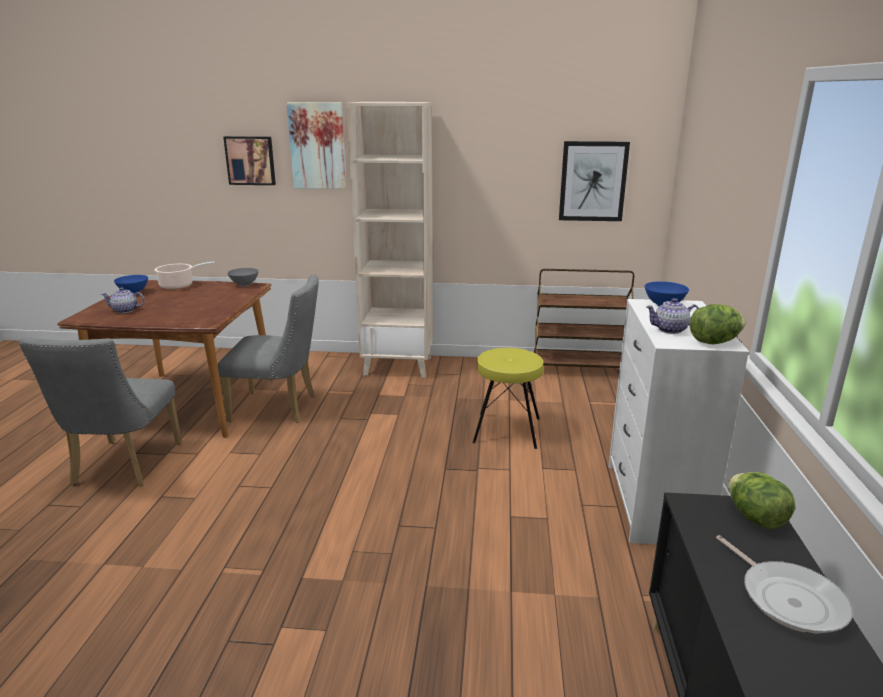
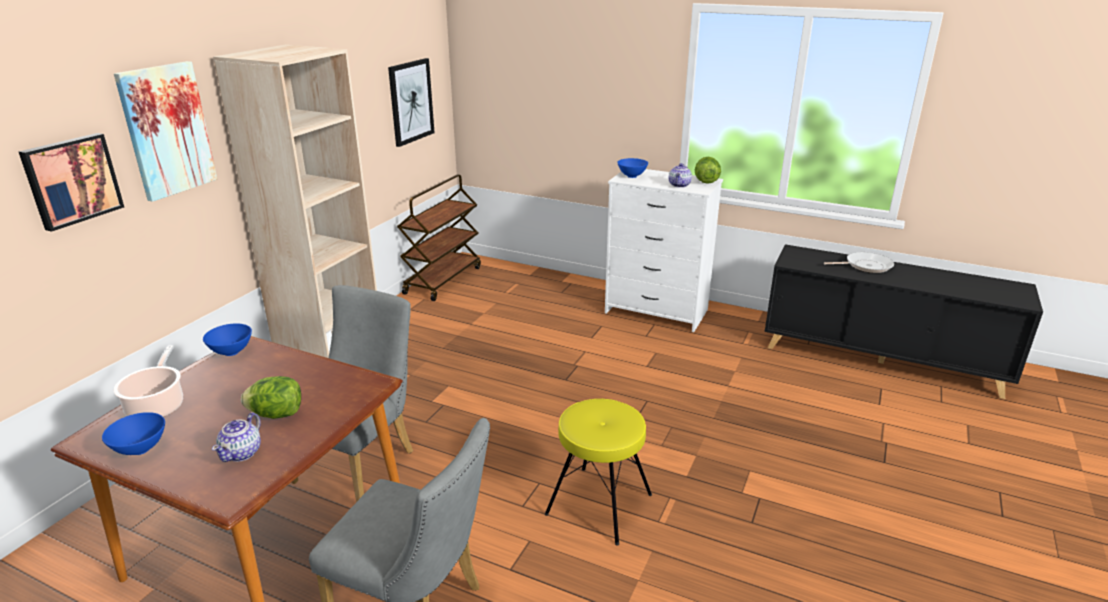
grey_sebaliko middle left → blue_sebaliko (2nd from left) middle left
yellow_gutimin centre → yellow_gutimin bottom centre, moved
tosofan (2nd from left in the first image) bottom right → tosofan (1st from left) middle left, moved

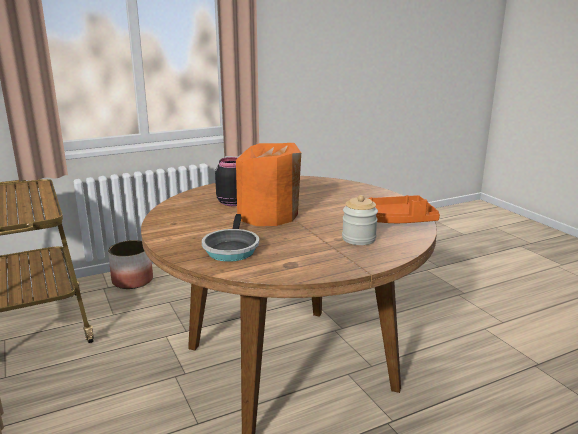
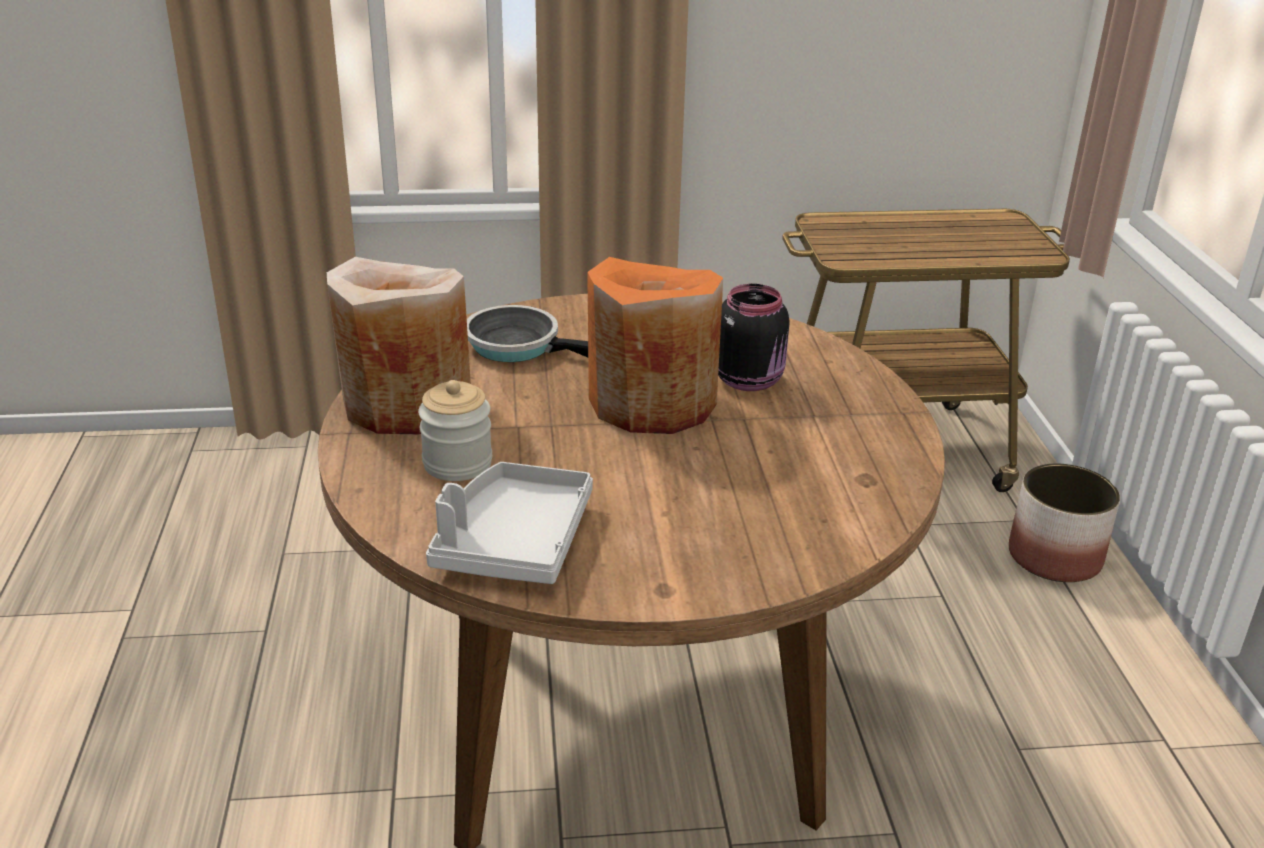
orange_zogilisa middle right → grey_zogilisa centre
- → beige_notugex middle left

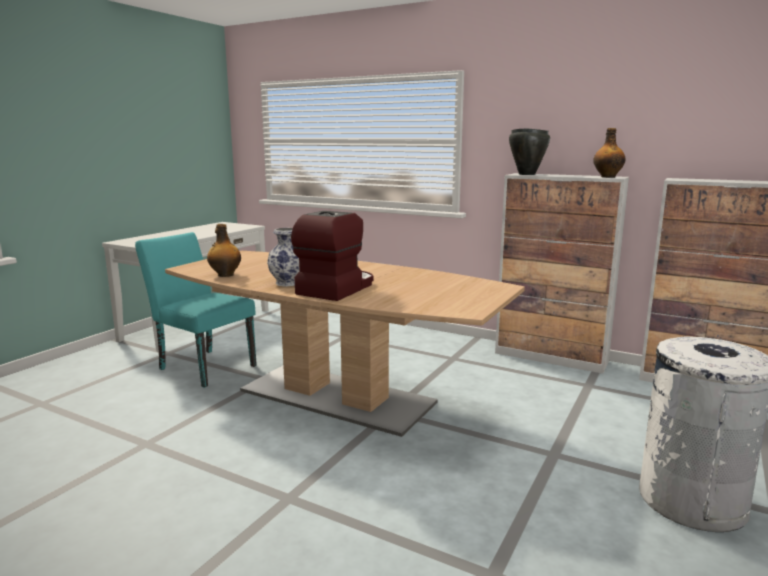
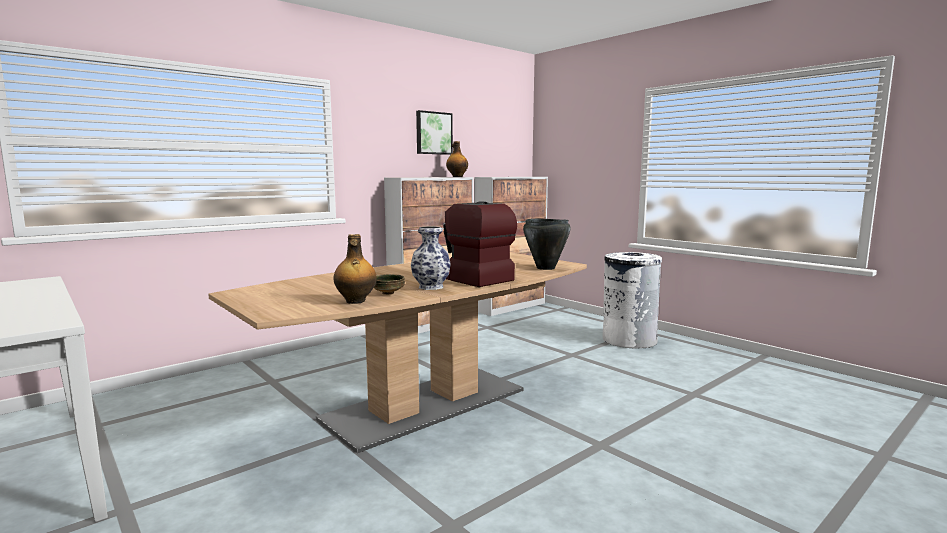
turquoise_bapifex middle left → -
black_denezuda top right → black_denezuda centre, moved
- → sebaliko centre
- → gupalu top centre

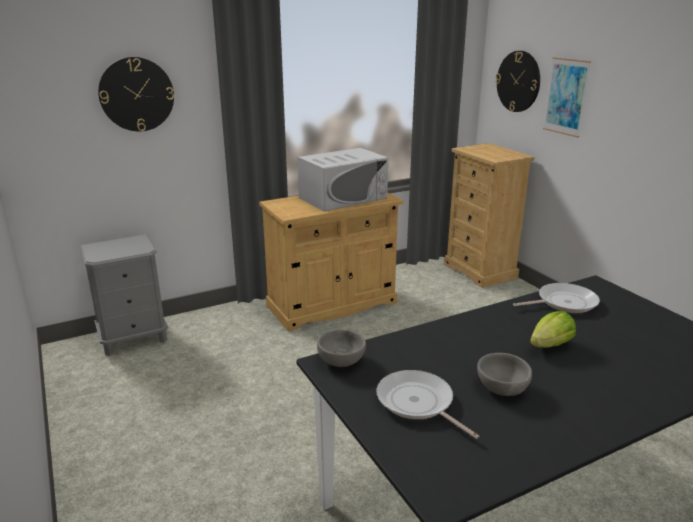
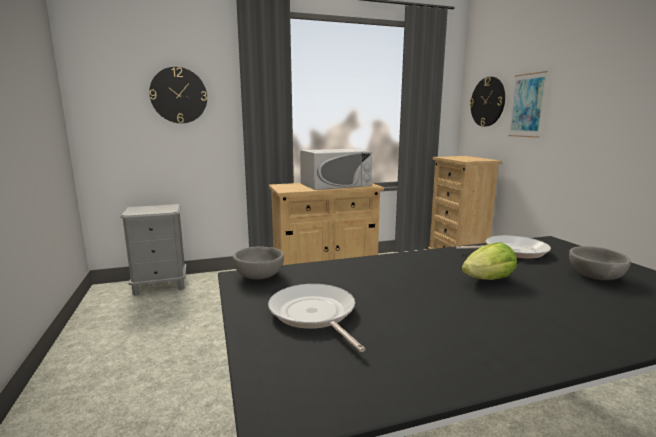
grey_sebaliko (2nd from left) bottom right → grey_sebaliko (2nd from left) middle right, moved

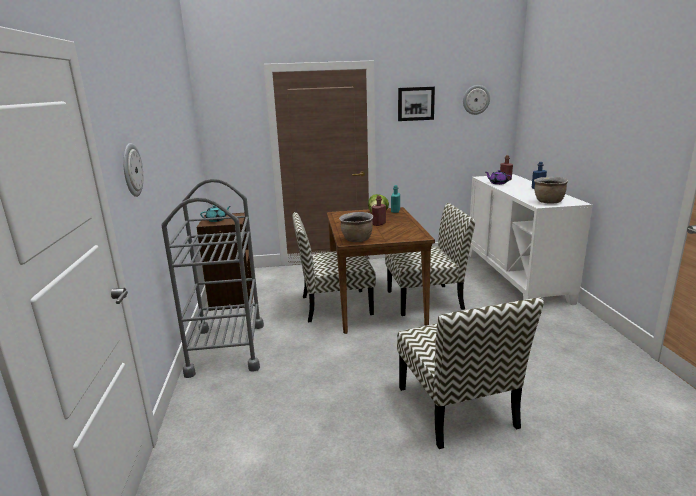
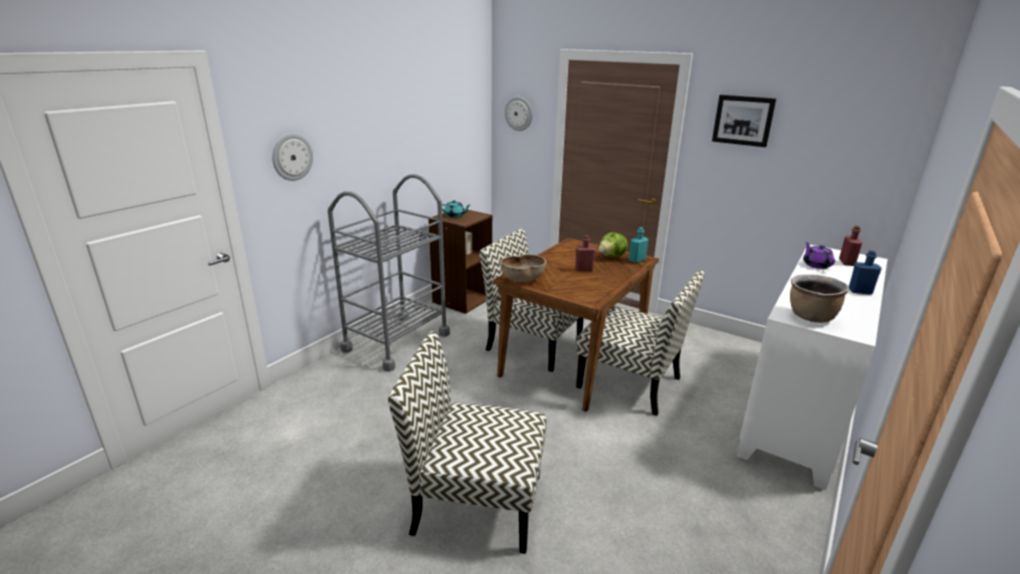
brown_denezuda (1st from left) centre → brown_sebaliko centre
bapifex (3rd from left in the first image) bottom right → bapifex (1st from left) bottom centre, 75 degrees clockwise
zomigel (2nd from left) top right → zomigel (2nd from left) top centre, moved

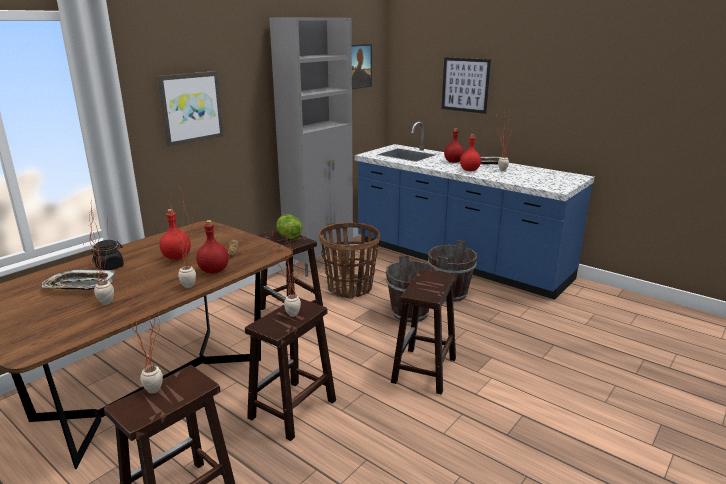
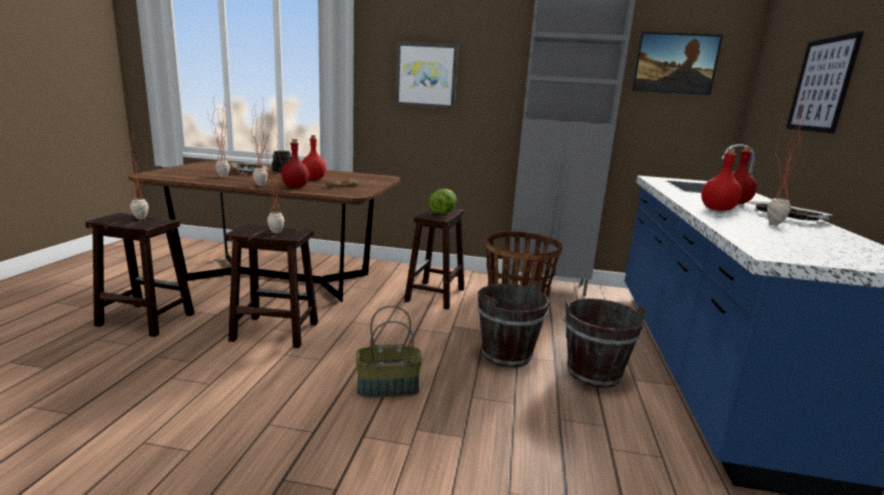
brown_gutimin (4th from left) bottom centre → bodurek (1st from left) bottom centre

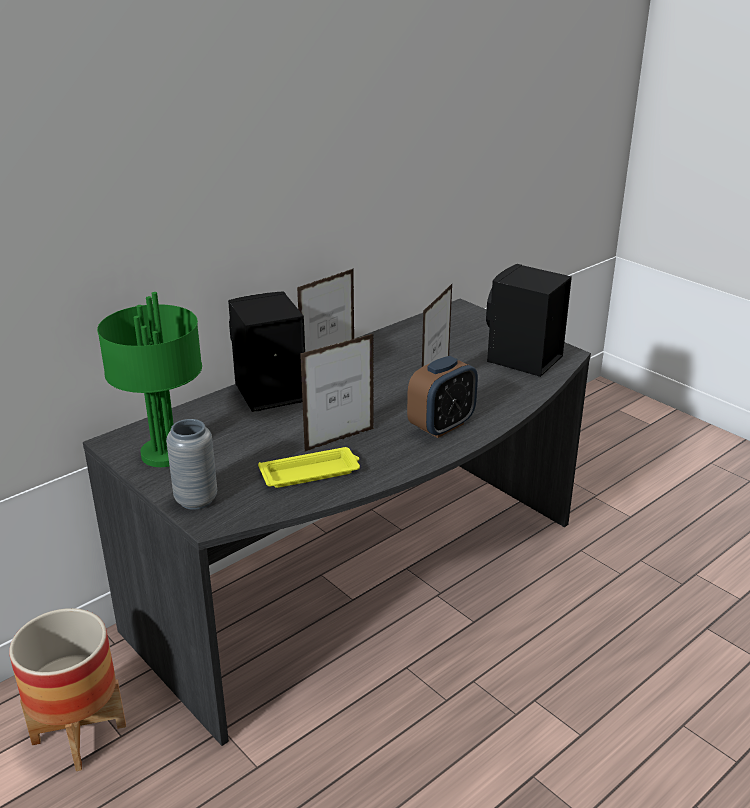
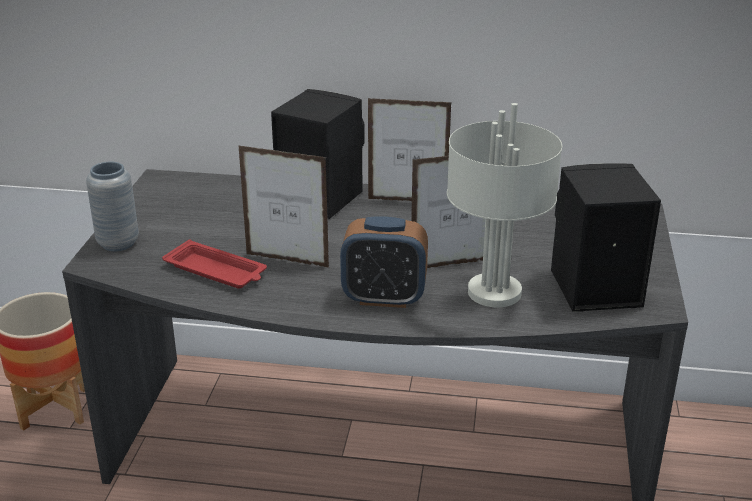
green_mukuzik middle left → -
yellow_zogilisa centre → red_zogilisa middle left
- → grey_mukuzik middle right

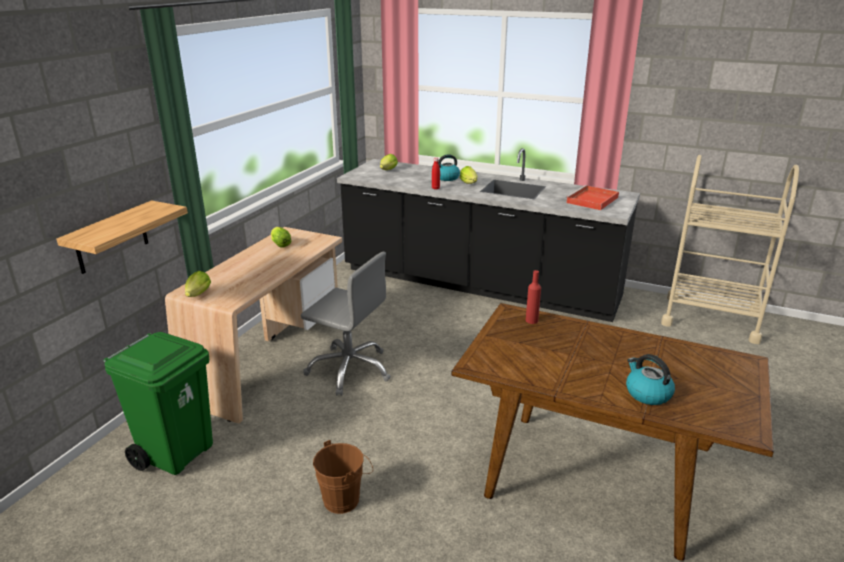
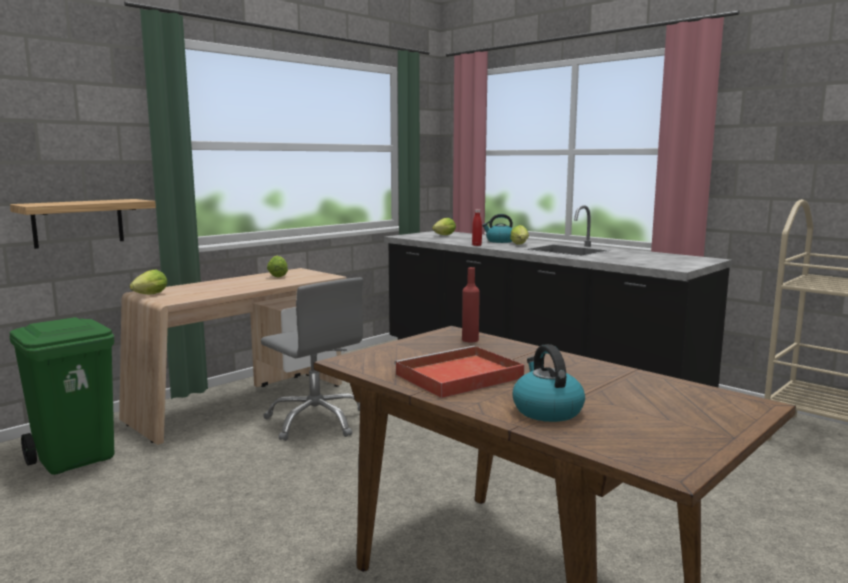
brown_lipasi bottom centre → -
red_zogilisa middle right → red_zogilisa centre, moved

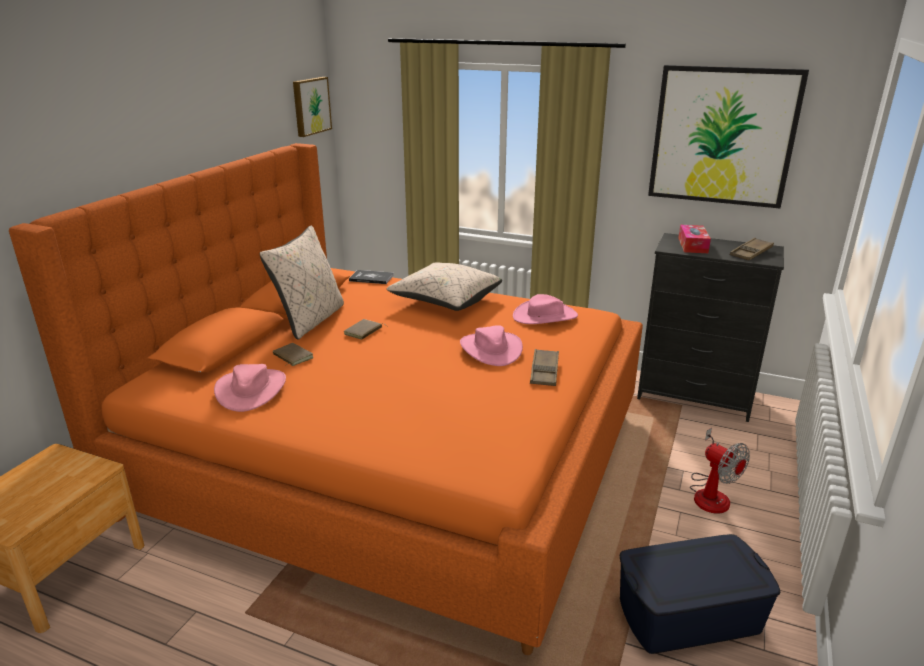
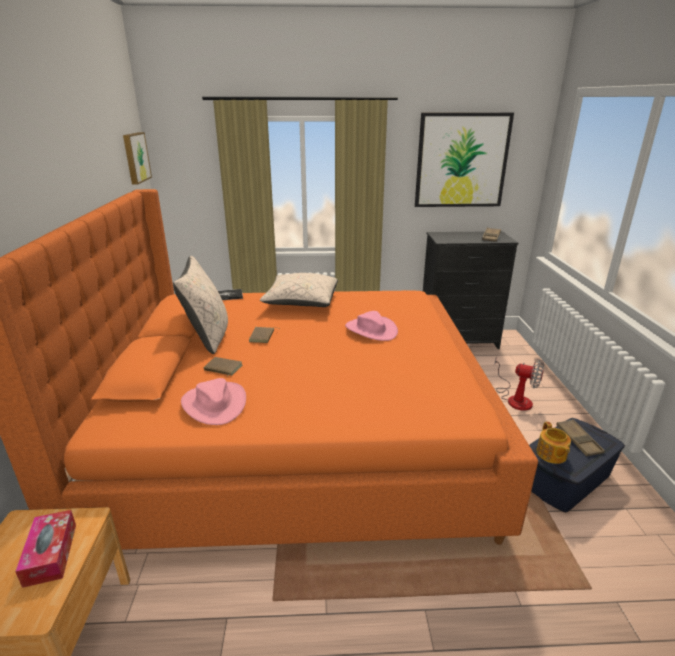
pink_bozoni (3rd from left) centre → -
brown_zogilisa (1st from left in the first image) centre → brown_zogilisa (2nd from left) bottom right, moved
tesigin middle right → tesigin bottom left, moved
- → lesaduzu bottom right

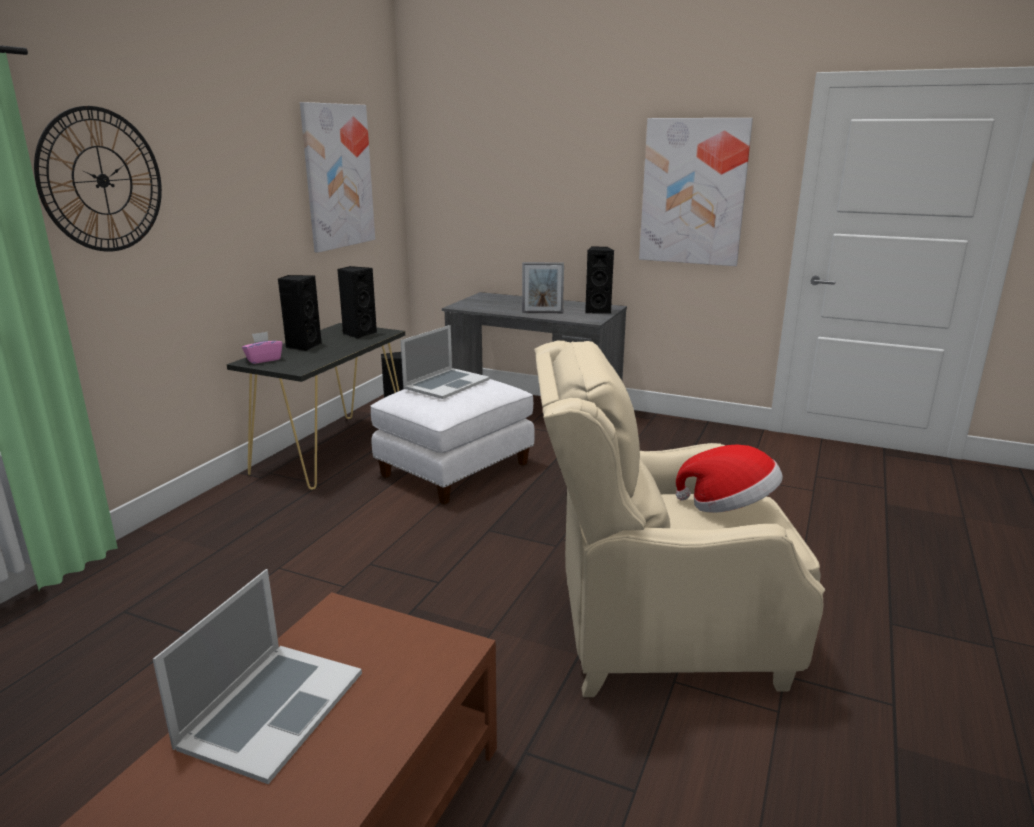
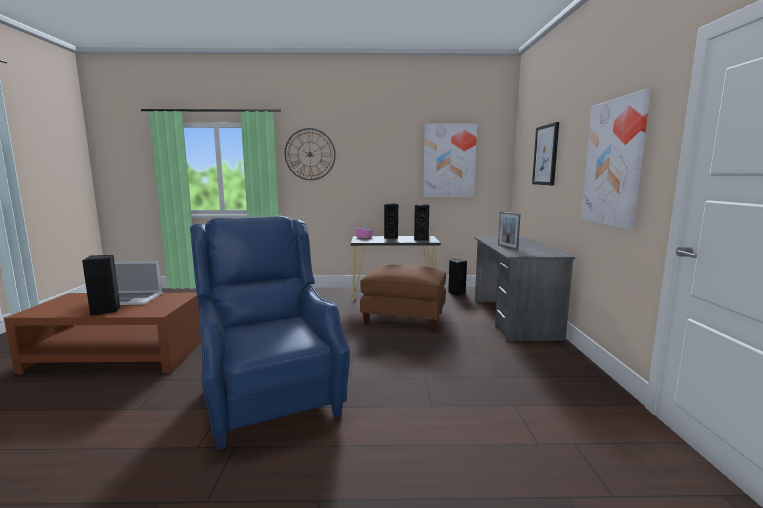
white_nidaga centre → brown_nidaga centre
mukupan (2nd from left) centre → -
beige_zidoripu centre → blue_zidoripu centre
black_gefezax (4th from left in the first image) centre → black_gefezax (1st from left) middle left, moved
bozoni middle right → -
- → gupalu (2nd from left) top right

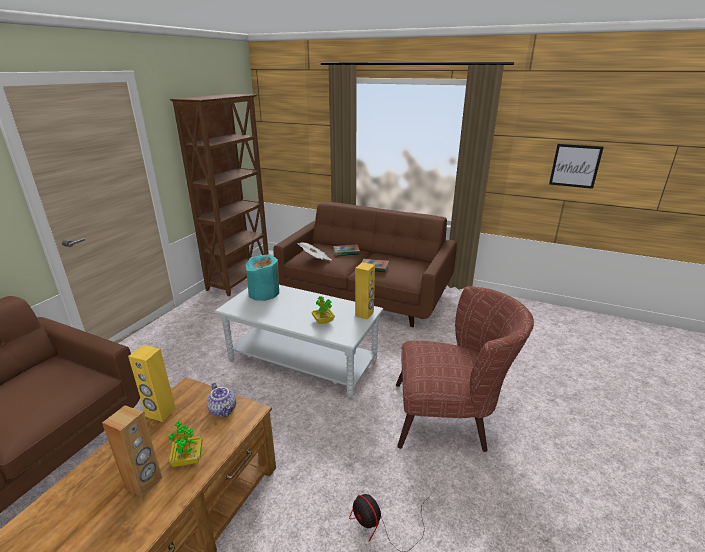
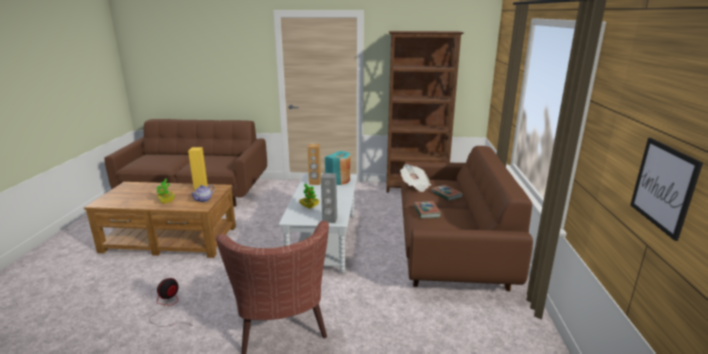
brown_gefezax bottom left → brown_gefezax centre, moved
yellow_gefezax (2nd from left) centre → grey_gefezax centre

